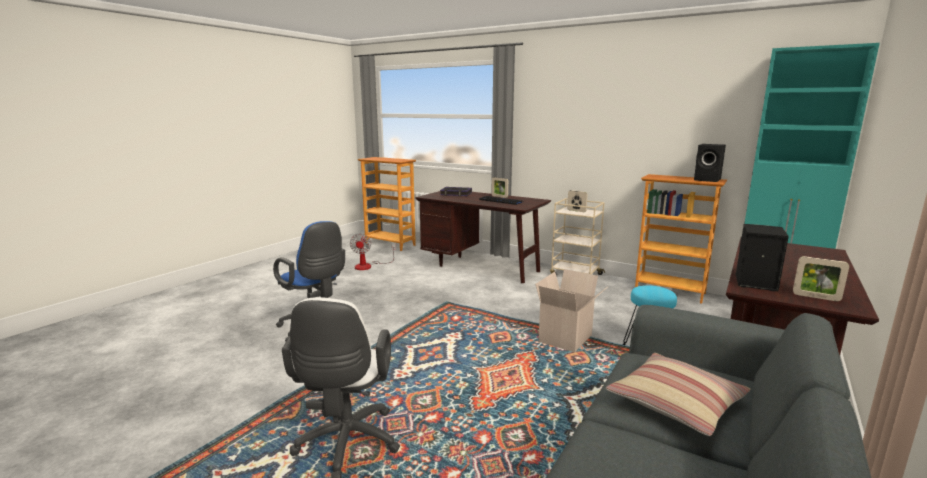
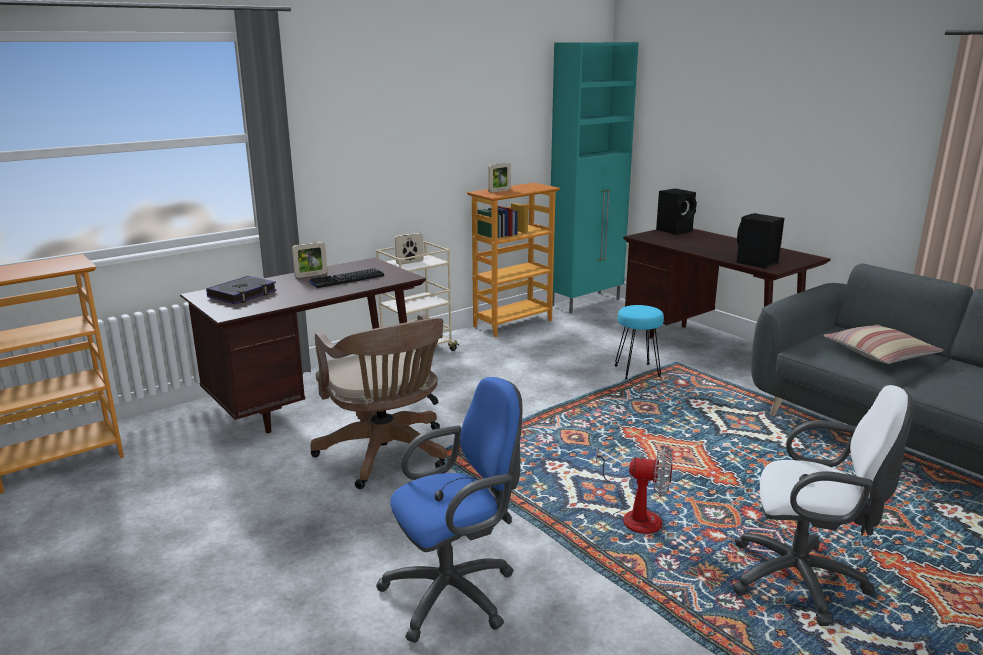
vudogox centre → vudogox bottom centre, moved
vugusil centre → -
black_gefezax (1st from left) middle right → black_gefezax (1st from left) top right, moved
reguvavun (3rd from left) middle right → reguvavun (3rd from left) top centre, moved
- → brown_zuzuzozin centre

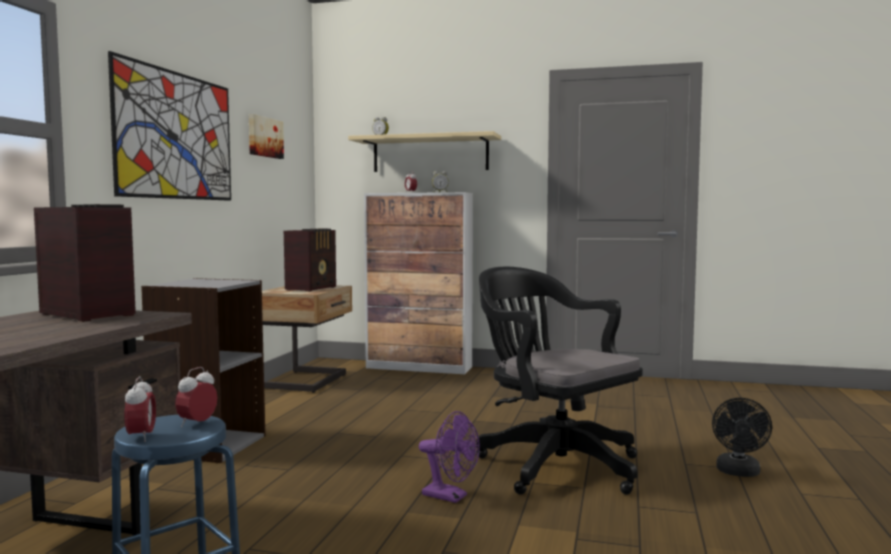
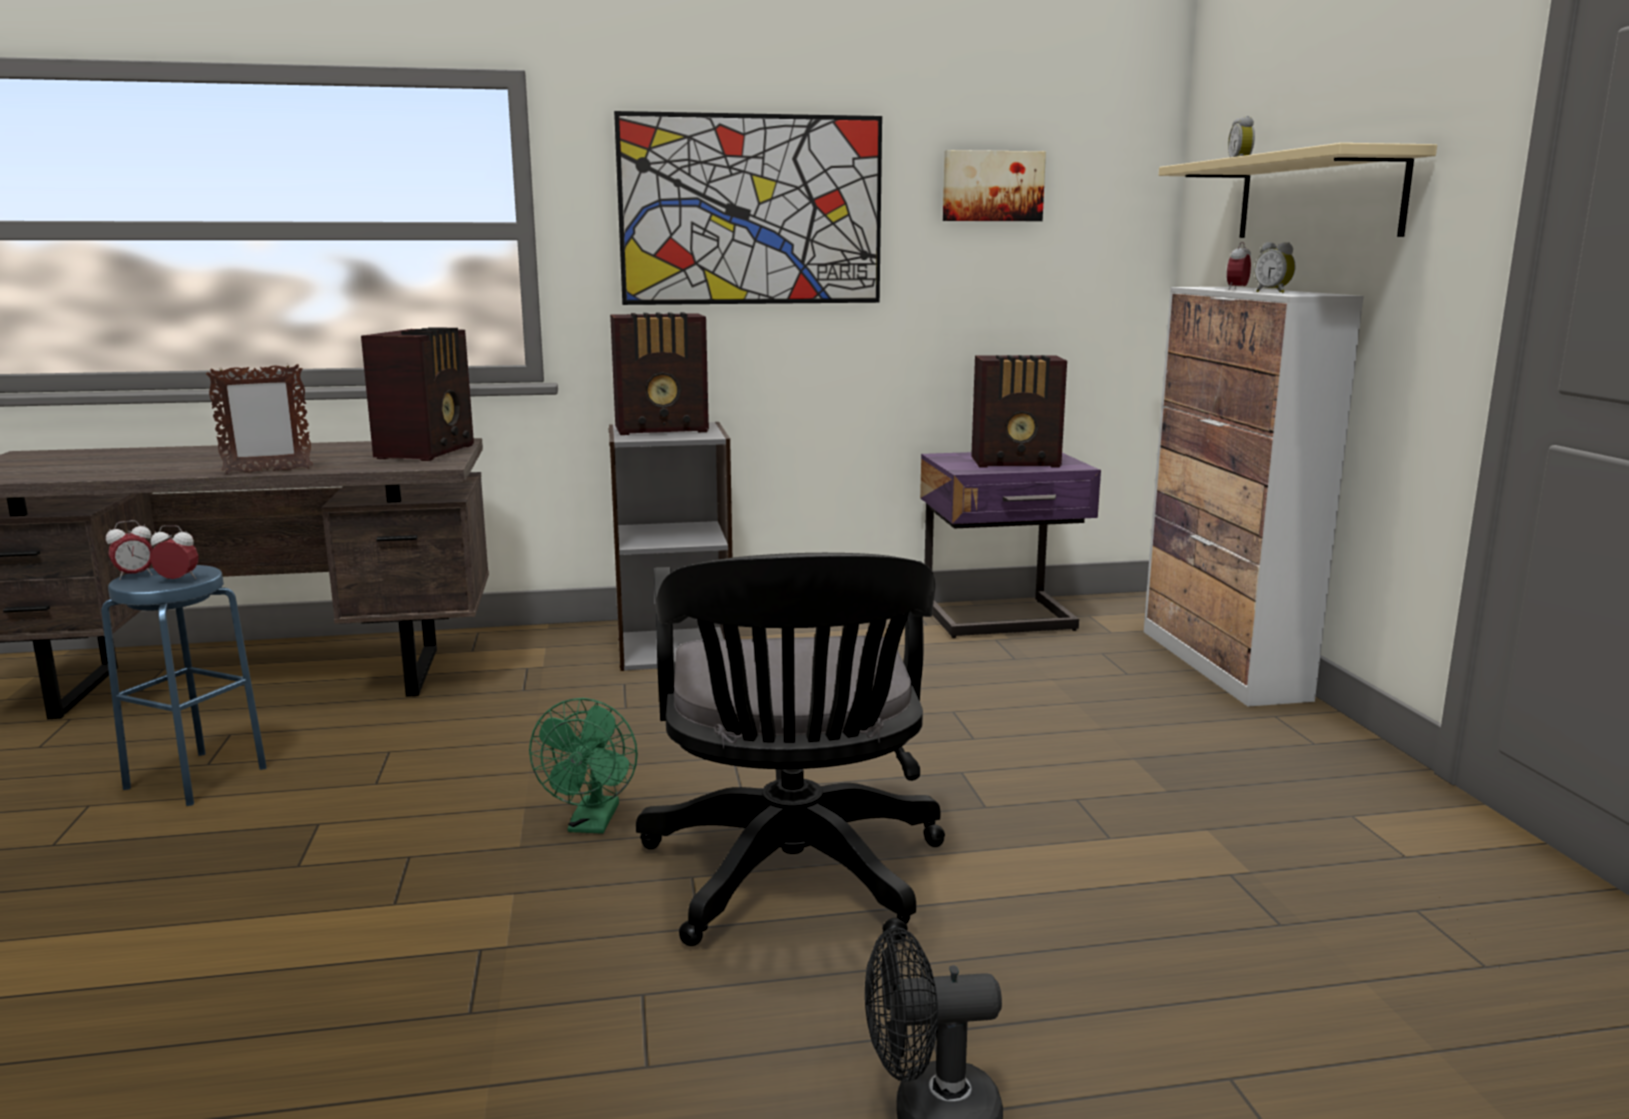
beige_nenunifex centre → purple_nenunifex centre
purple_vudogox bottom centre → green_vudogox bottom centre
black_zuzuzozin bottom centre, 150 degrees clockwise
- → reguvavun middle left
- → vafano (2nd from left) centre

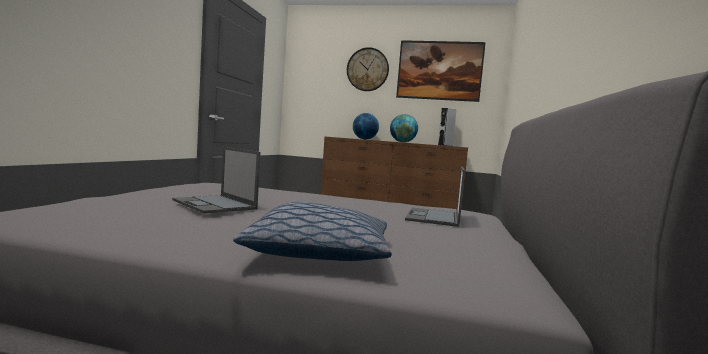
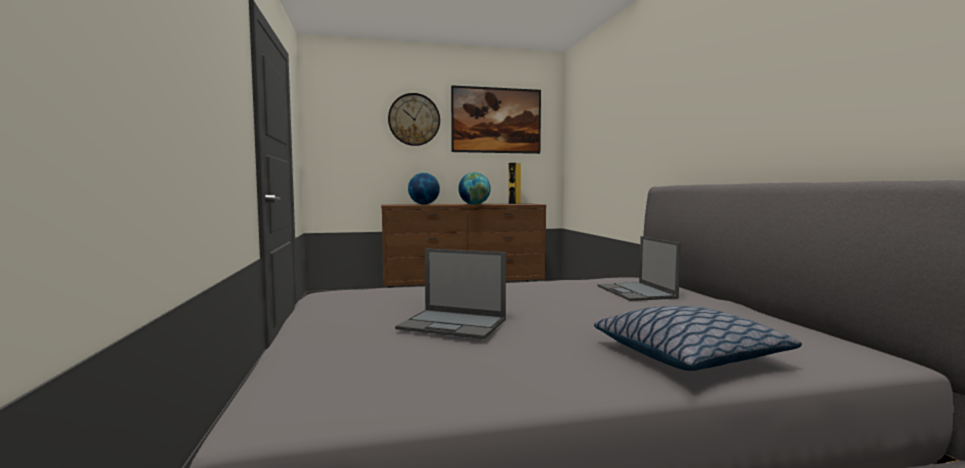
grey_gefezax centre → yellow_gefezax centre

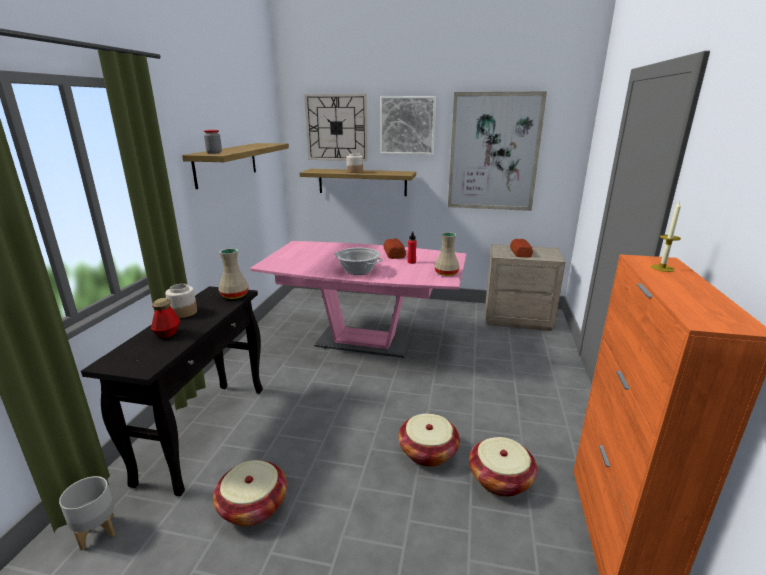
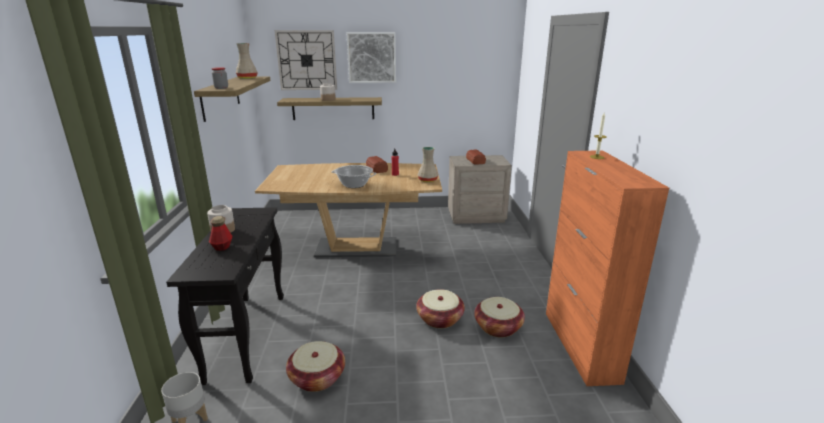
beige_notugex (1st from left) middle left → beige_notugex (1st from left) top left, moved
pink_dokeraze centre → brown_dokeraze centre
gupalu (2nd from left) top centre → -

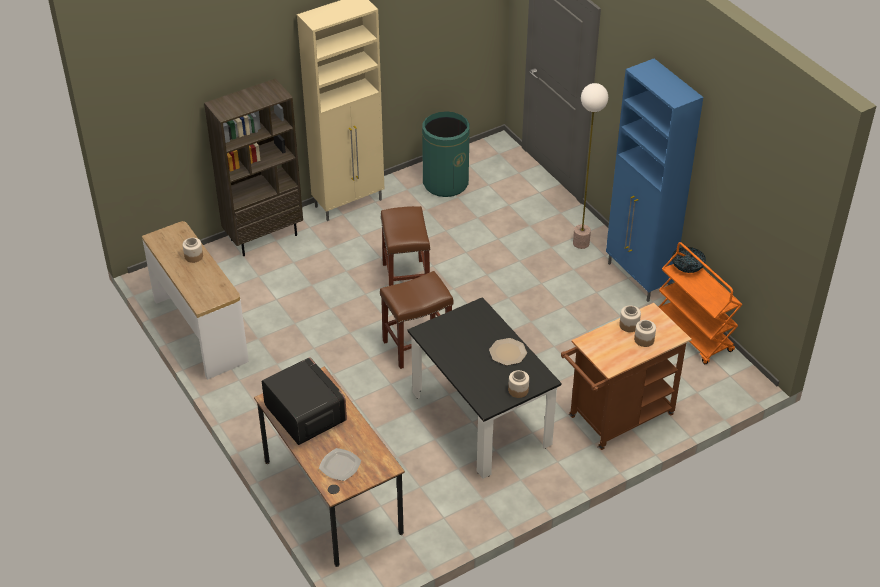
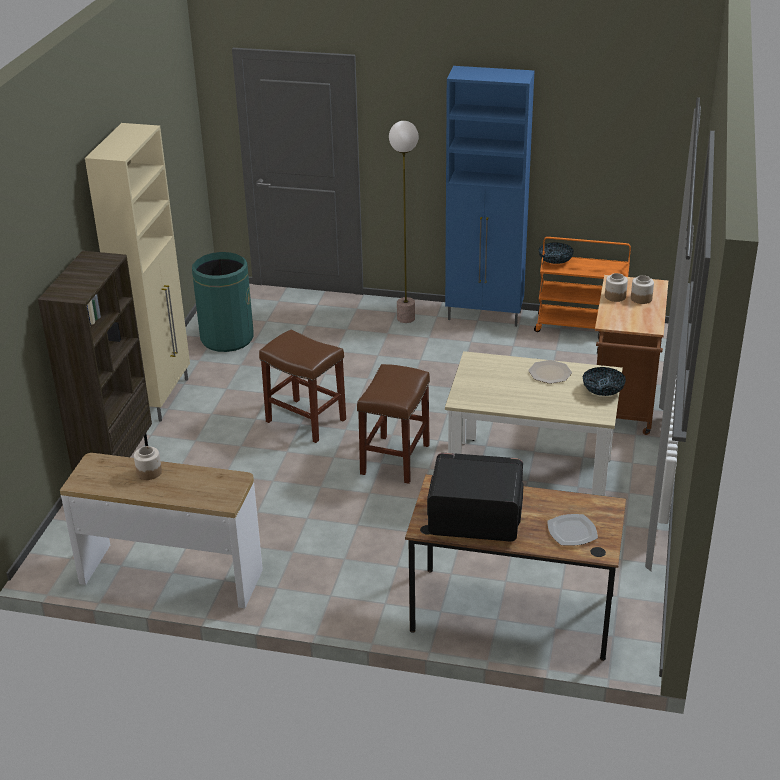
black_dokeraze centre → beige_dokeraze middle right
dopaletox (2nd from left) centre → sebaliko (2nd from left) middle right

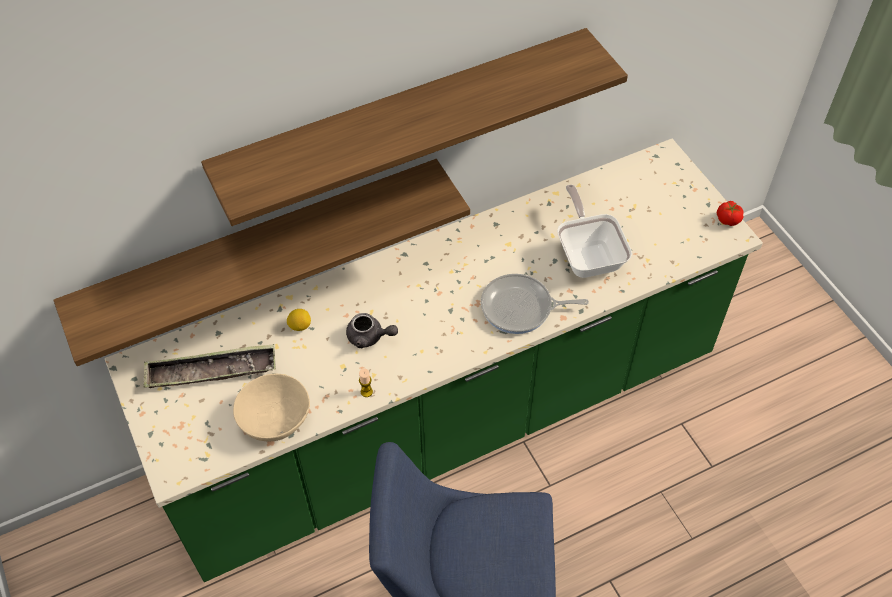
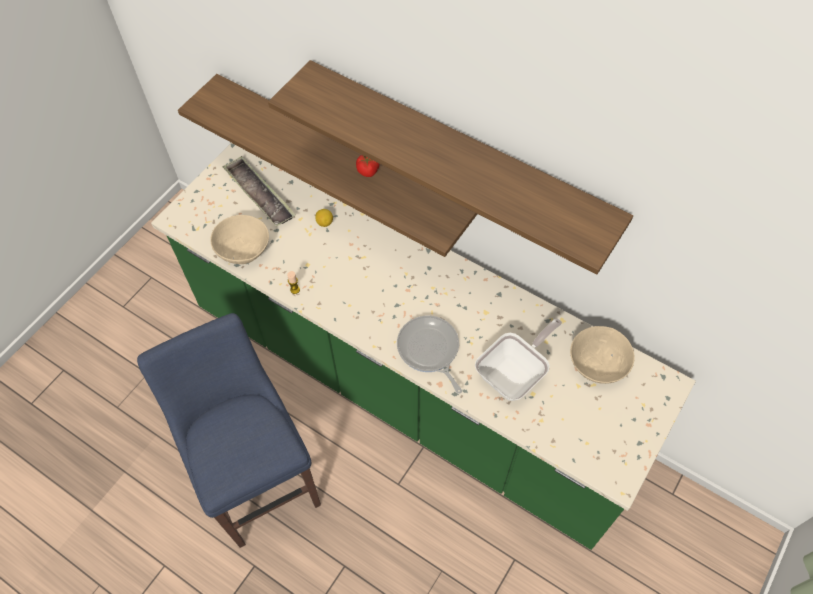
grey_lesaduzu centre → -
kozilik middle right → kozilik top centre, moved
- → beige_sebaliko (2nd from left) middle right

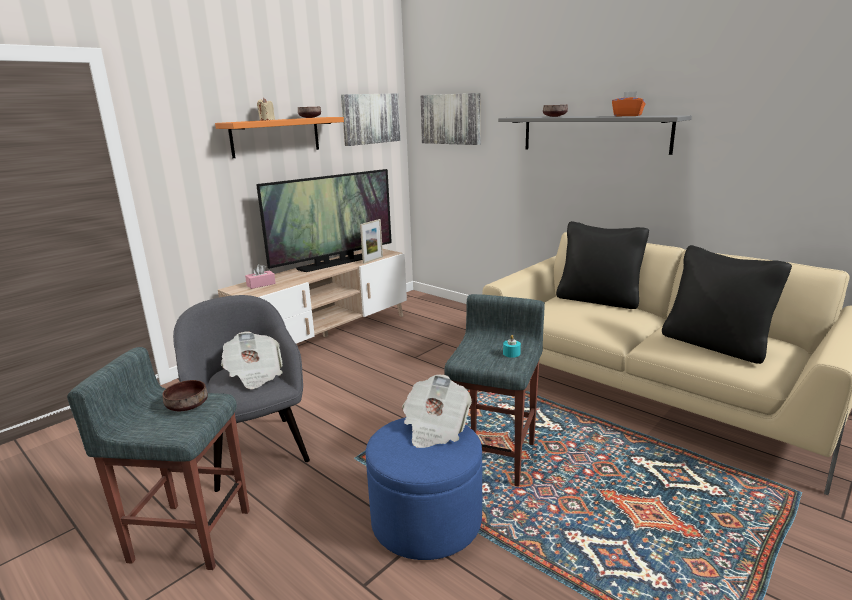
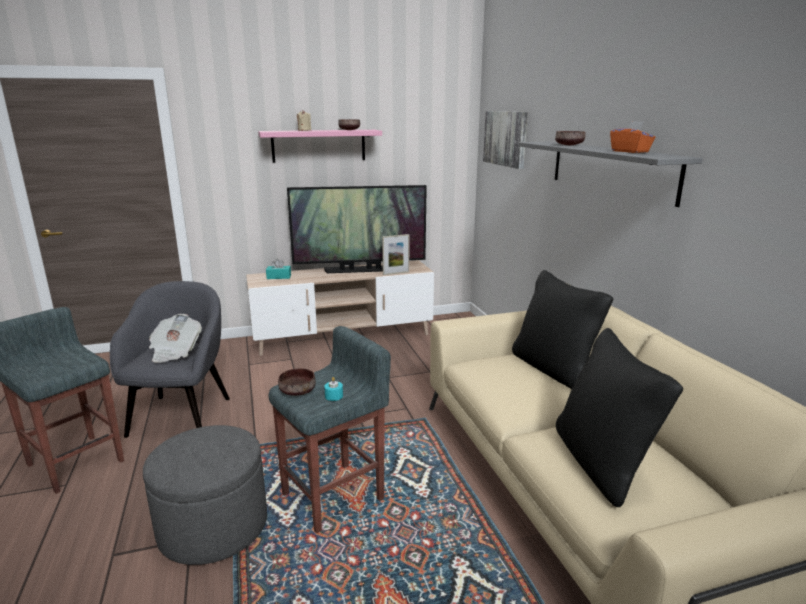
brown_sebaliko (1st from left) middle left → brown_sebaliko (1st from left) centre, moved
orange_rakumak top left → pink_rakumak top centre
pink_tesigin middle left → turquoise_tesigin centre
gupalu (1st from left) top centre → -
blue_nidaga bottom centre → grey_nidaga bottom left
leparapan (2nd from left) bottom centre → -

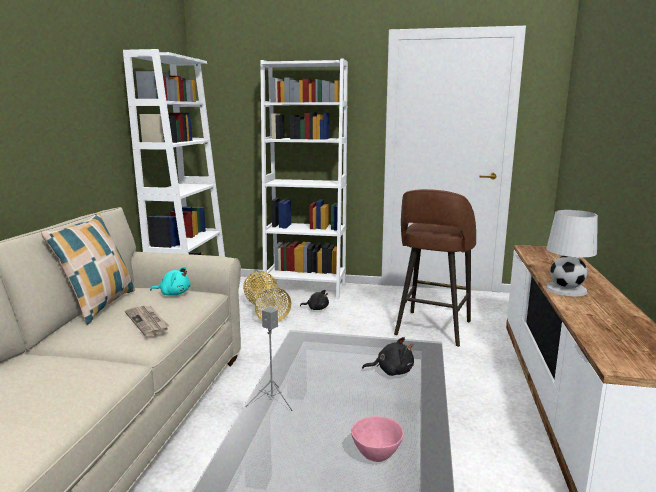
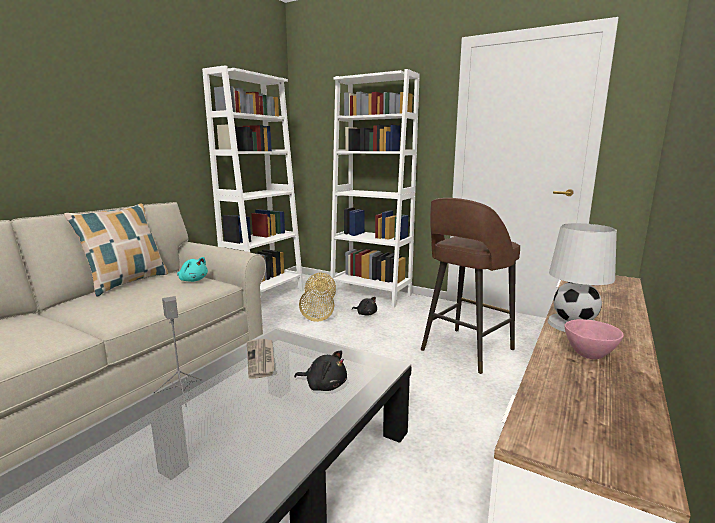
leparapan middle left → leparapan bottom centre, moved
pink_sebaliko bottom centre → pink_sebaliko middle right, moved

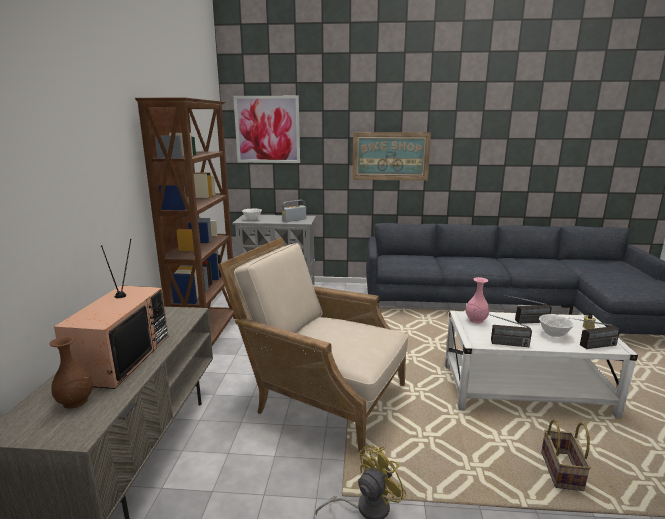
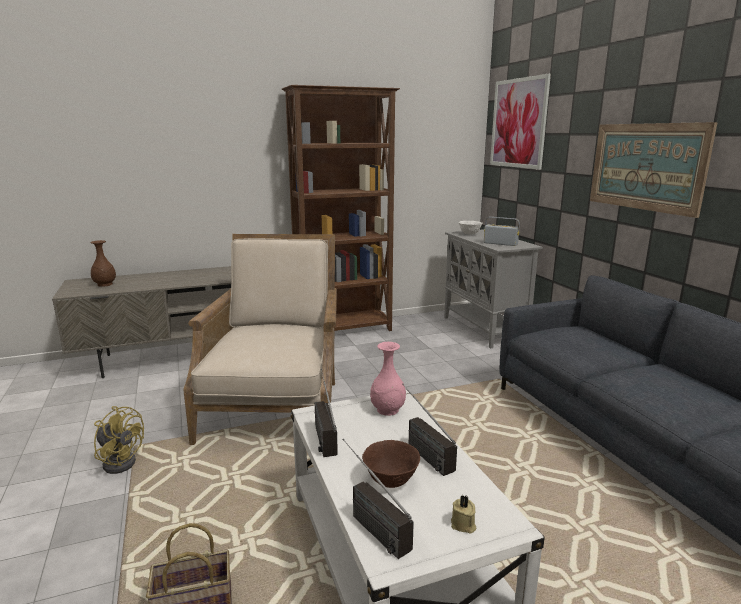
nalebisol middle left → -
white_sebaliko (2nd from left) middle right → brown_sebaliko bottom centre

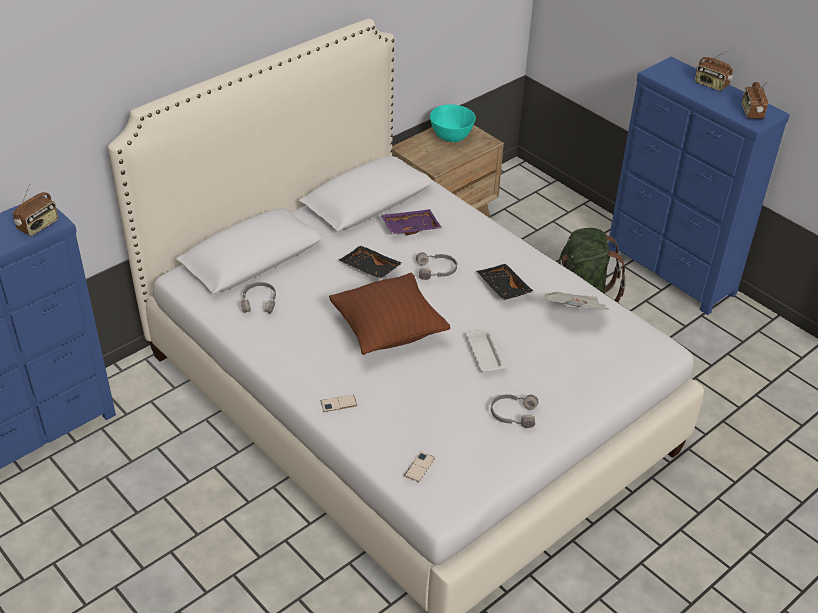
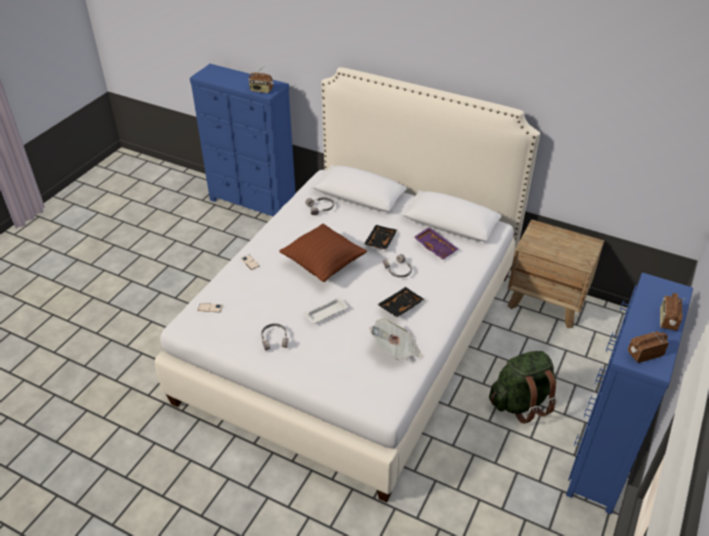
turquoise_sebaliko top centre → -

